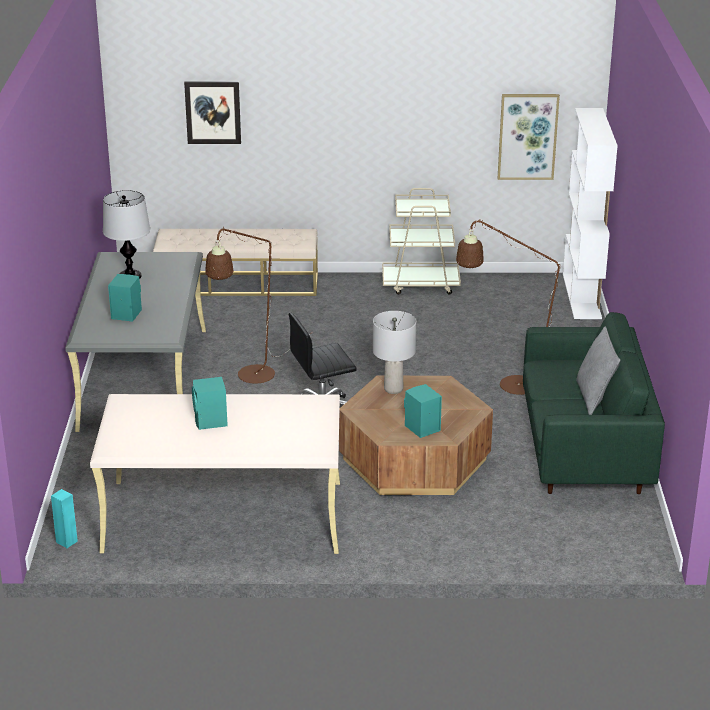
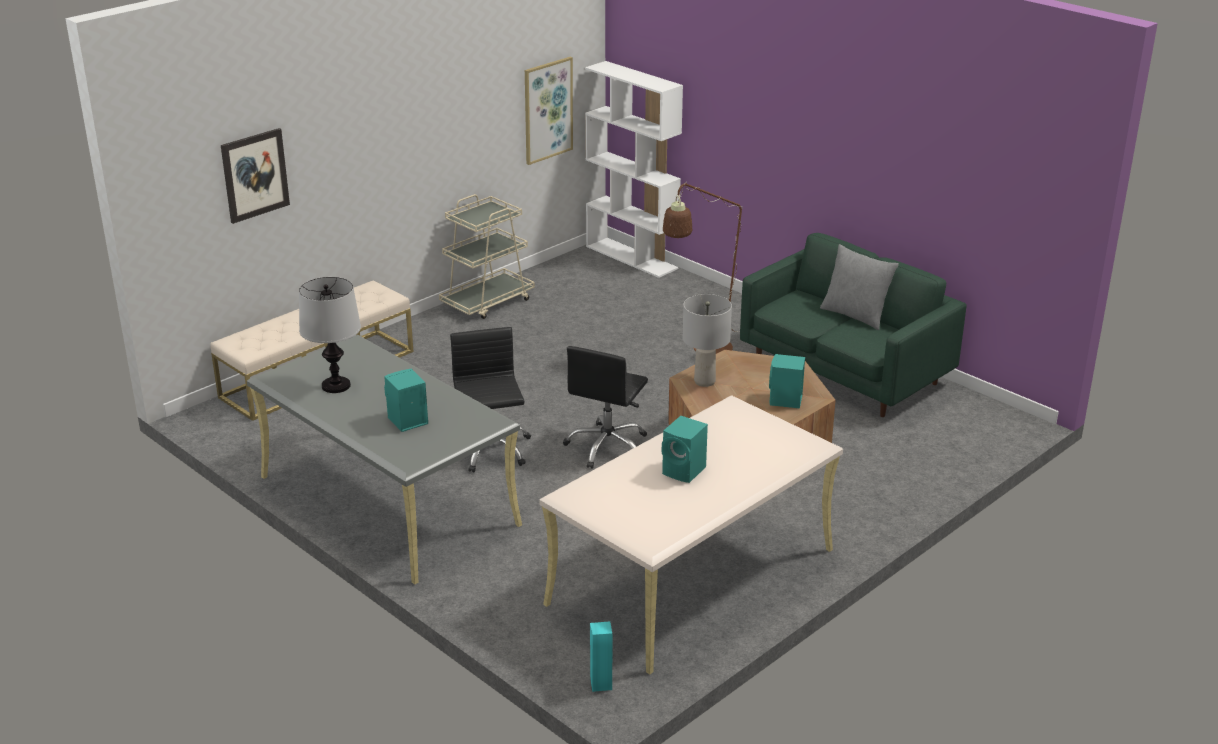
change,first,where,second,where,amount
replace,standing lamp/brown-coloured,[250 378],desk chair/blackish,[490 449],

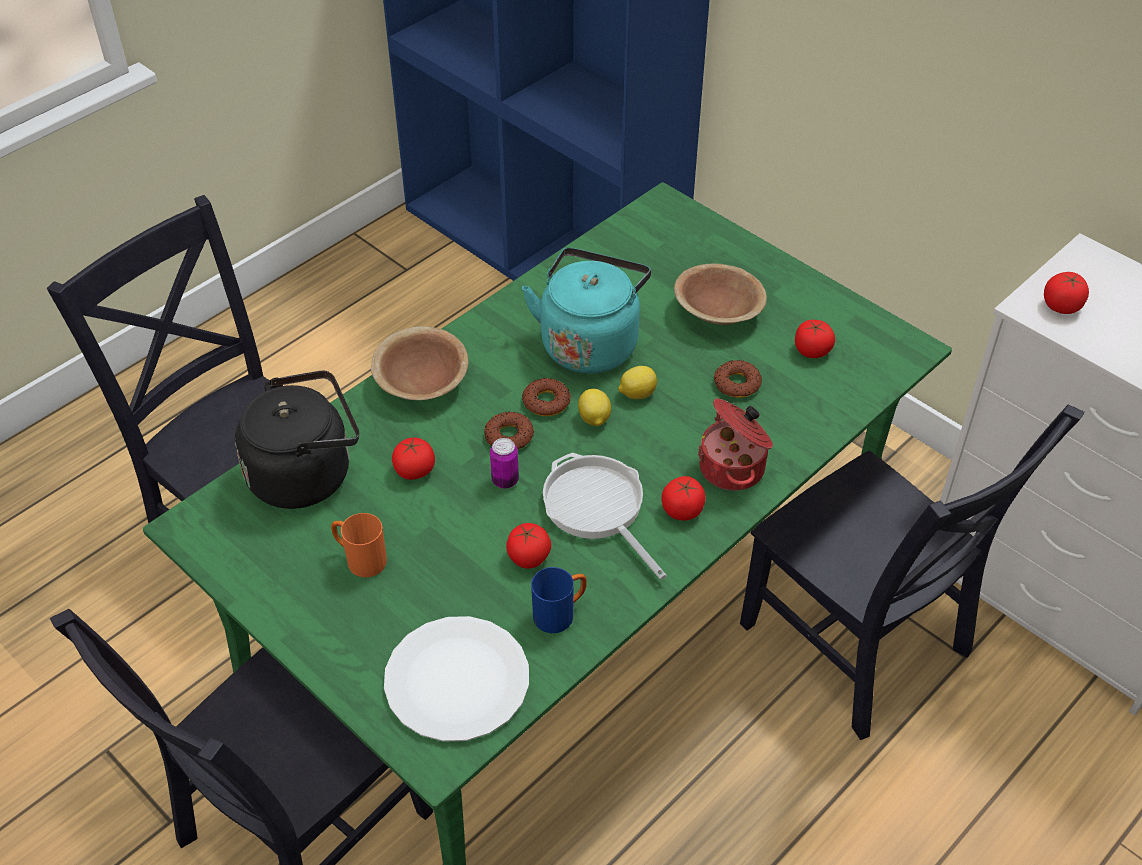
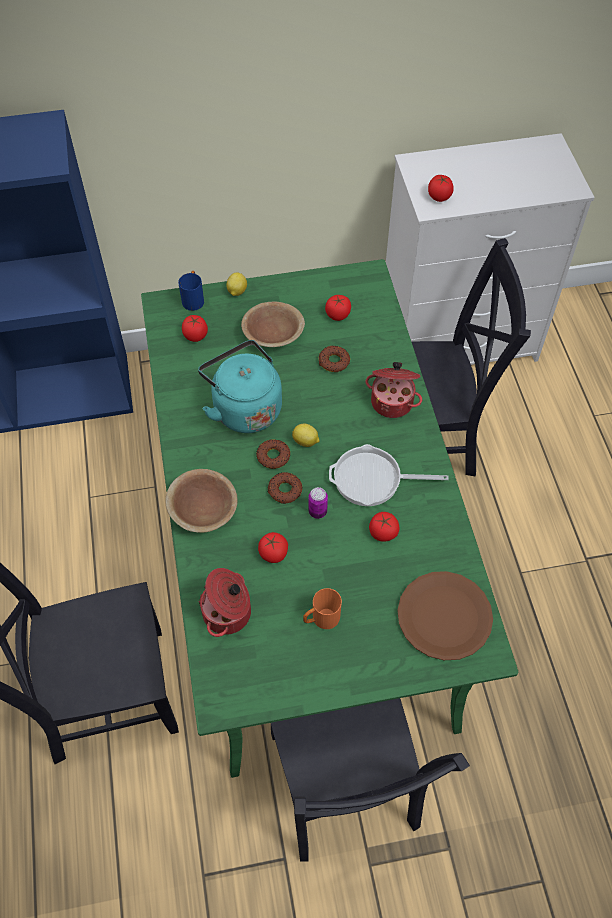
change,first,where,second,where,amount
replace,kettle/blackish,[306 473],cooking pot,[228 613],
recolor,plate/white-coloured,[457 680],plate/brown-coloured,[444 616],
move,mug/bluish,[560 613],,[193 299],
move,whole lemon,[636 394],,[236 291],
move,tomato,[682 510],,[195 335],

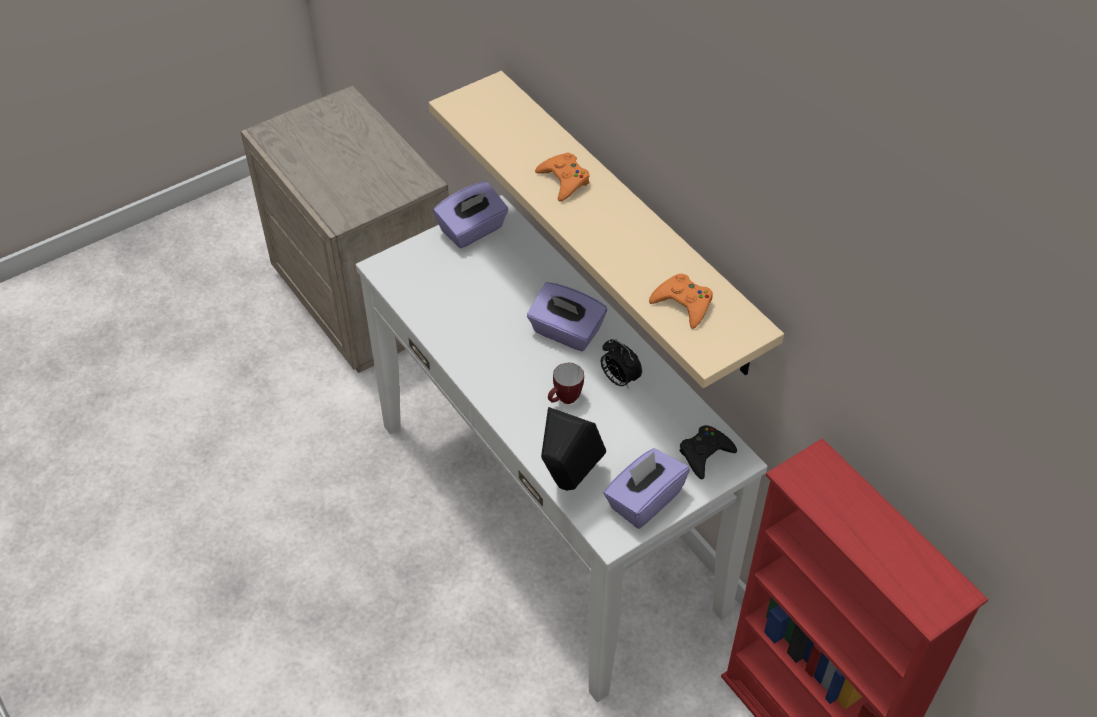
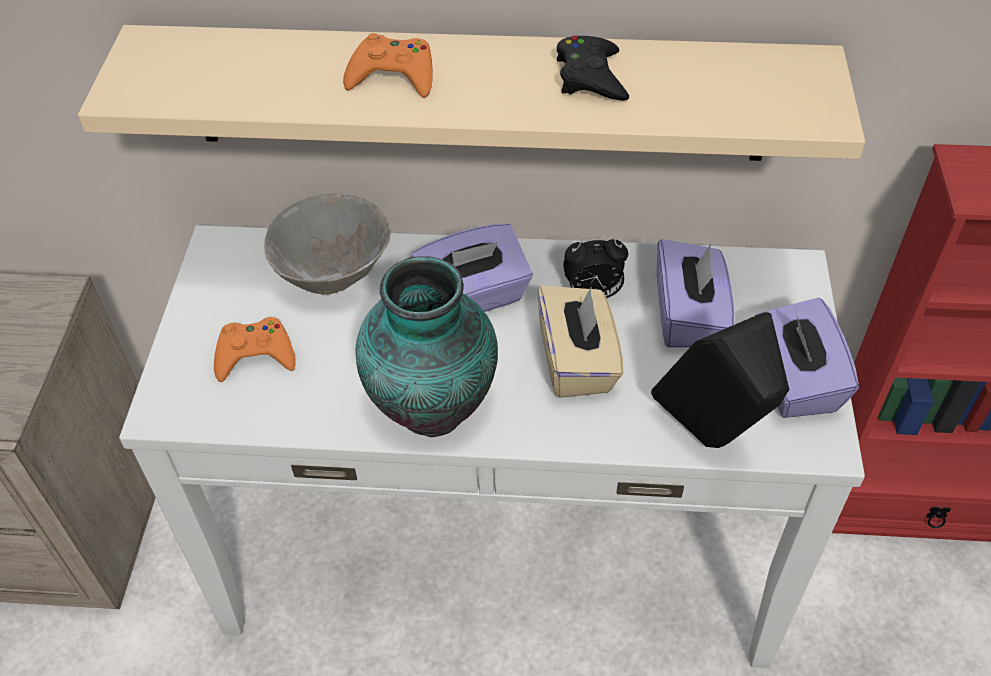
change,first,where,second,where,amount
move,box of tissues/purple-coloured,[472 230],,[689 316],
replace,mug,[564 400],box of tissues/sand-coloured,[577 362],
move,gamepad/orange-coloured,[683 304],,[255 355],
move,gamepad/blackish,[705 454],,[590 77],
insert,,,serving bowl/grey,[335 273],
insert,,,flower vase,[433 403],

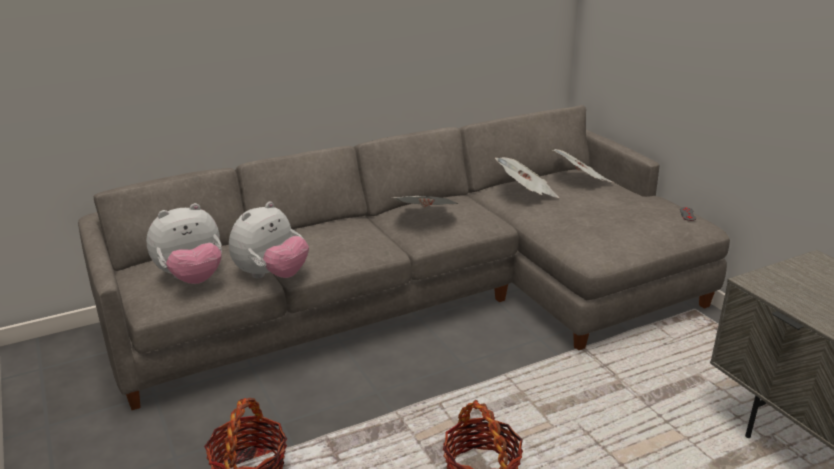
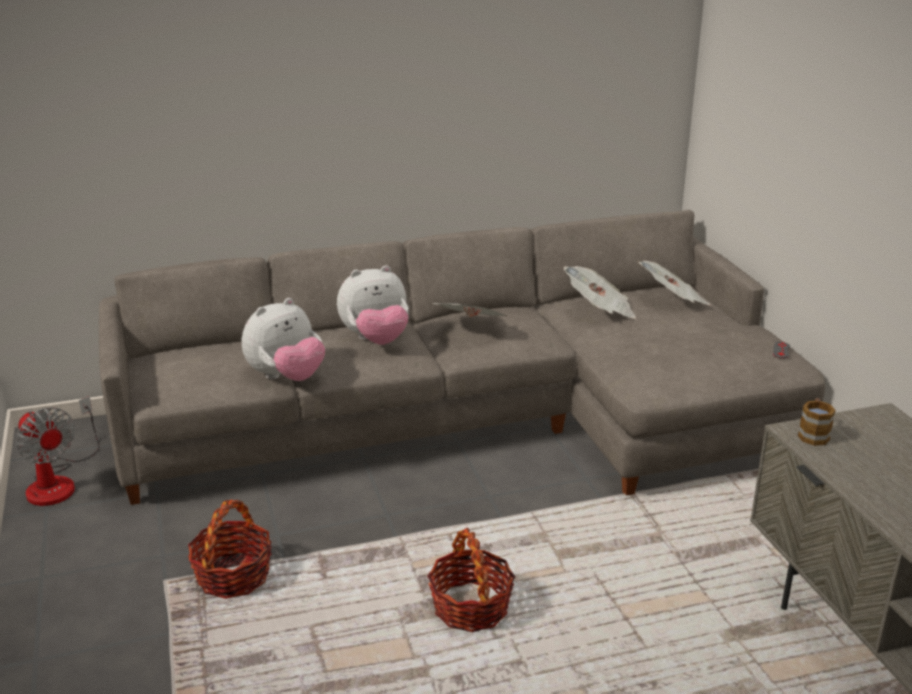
change,first,where,second,where,amount
move,cuddly toy,[192 278],,[376 340],
insert,,,electric fan,[59 482],
insert,,,mug,[813 434],

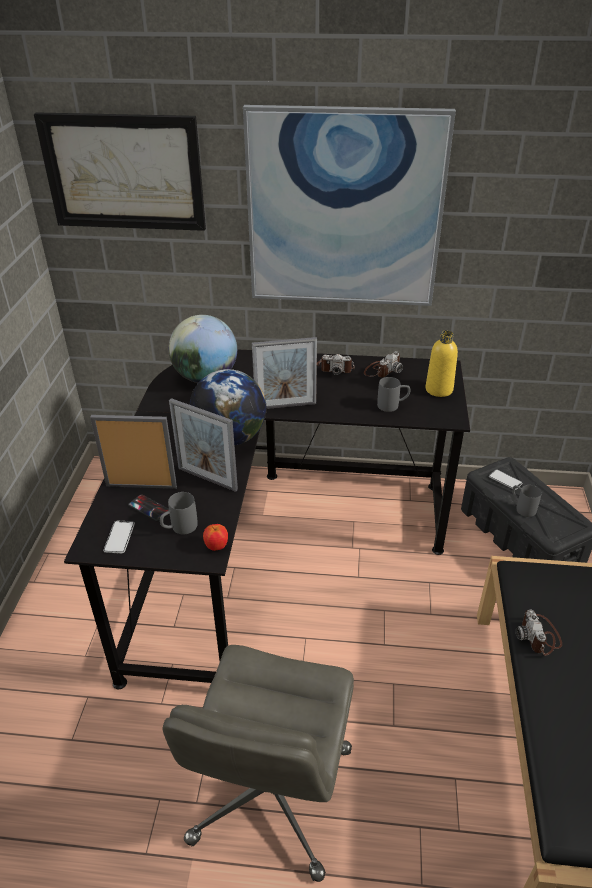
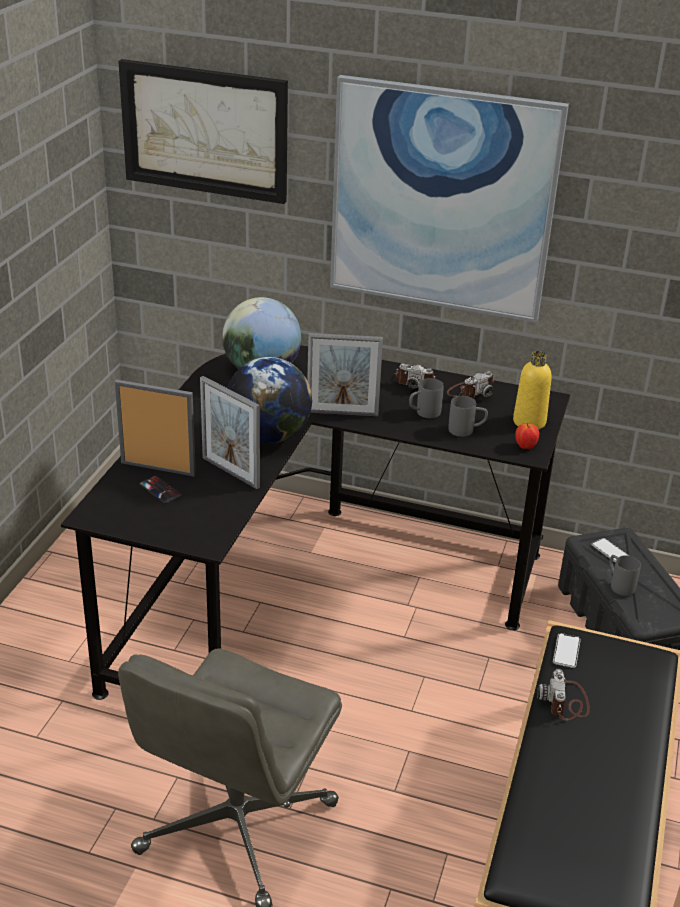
change,first,where,second,where,amount
move,handset,[119 537],,[566 651],
move,mug/grey,[179 528],,[423 413],
move,whole apple,[216 547],,[525 446],

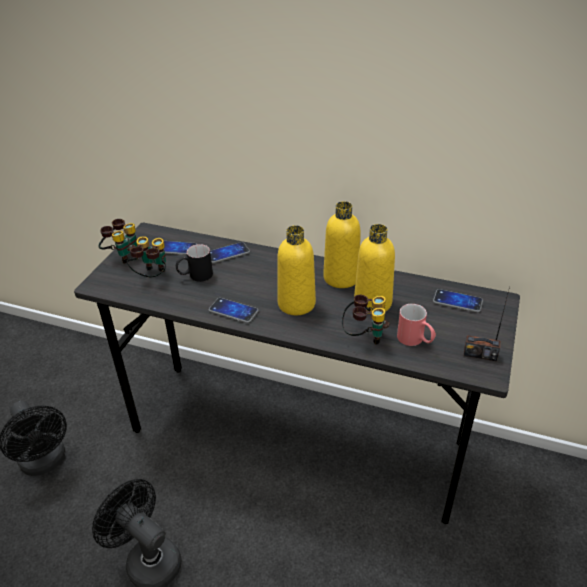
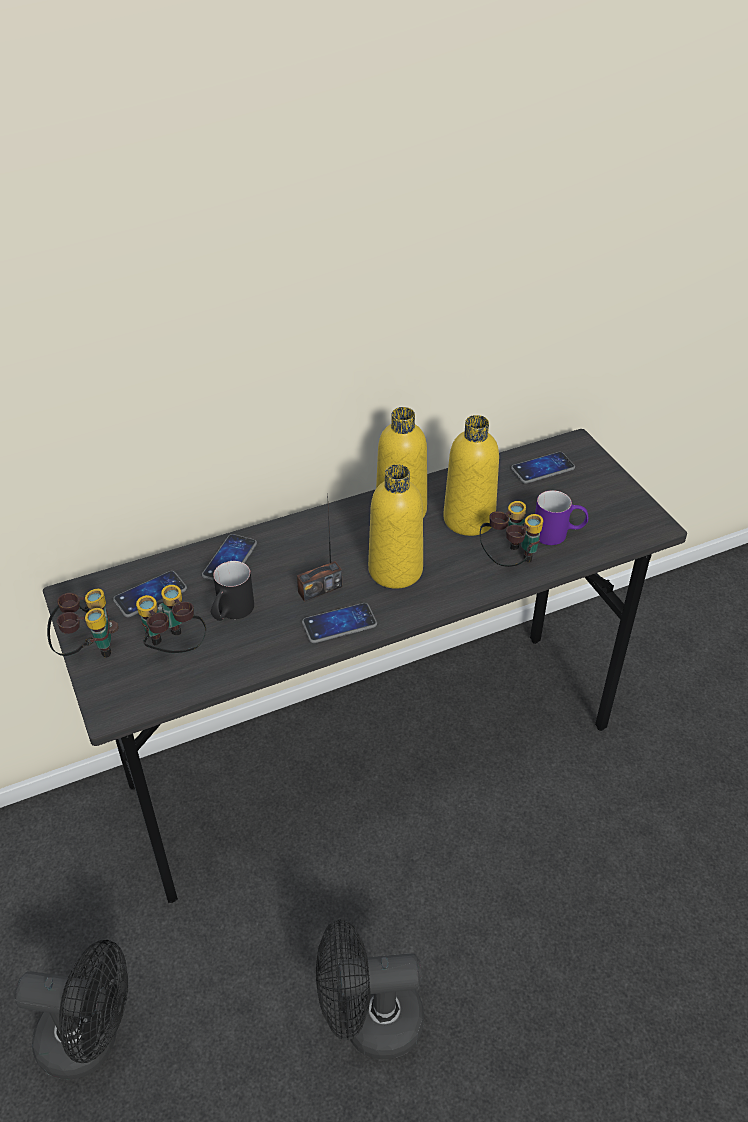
change,first,where,second,where,amount
recolor,mug/red,[415 340],mug/purple-coloured,[558 534],
move,radio set,[480 354],,[320 589],

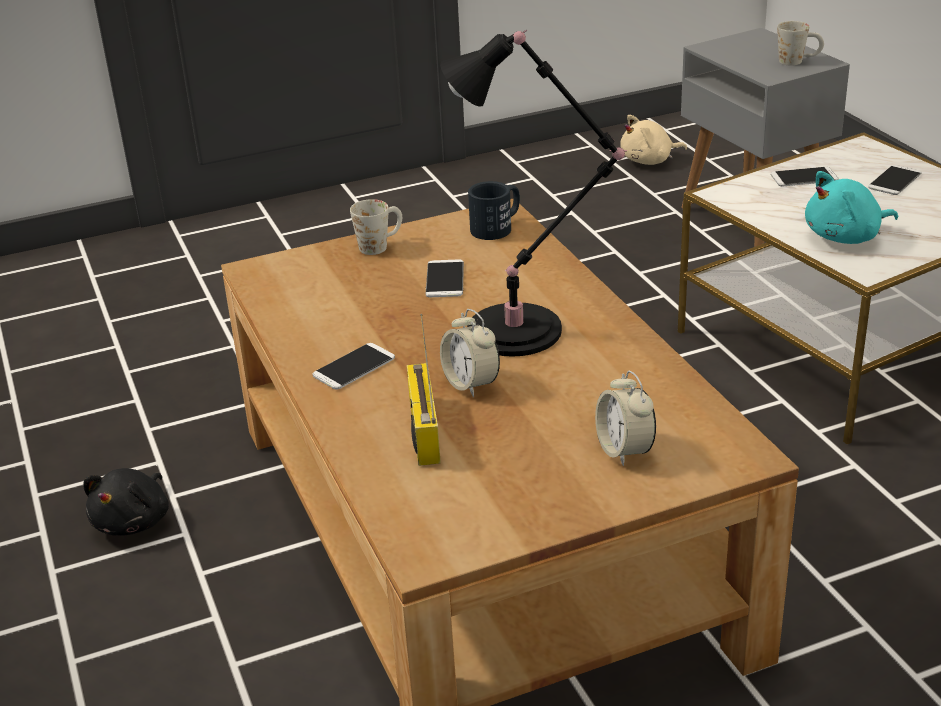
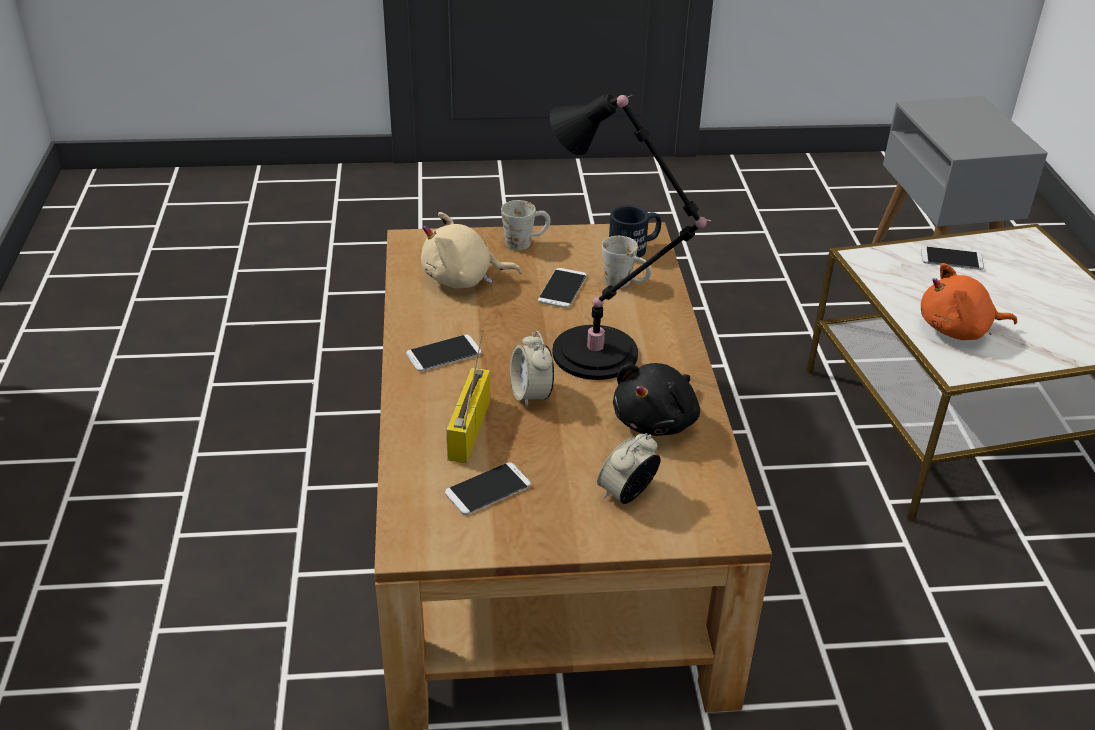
change,first,where,second,where,amount
move,cuddly toy/blackish,[134 521],,[657 421],
rotate,bedside clock,[624 450],,[627 494],45 degrees clockwise
move,cuddly toy/sand-coloured,[649 161],,[463 279],
move,mug/white-coloured,[798 61],,[625 283],
recolor,cuddly toy/turquoise,[846 237],cuddly toy/orange-coloured,[958 330],
move,handset,[894 181],,[488 489],

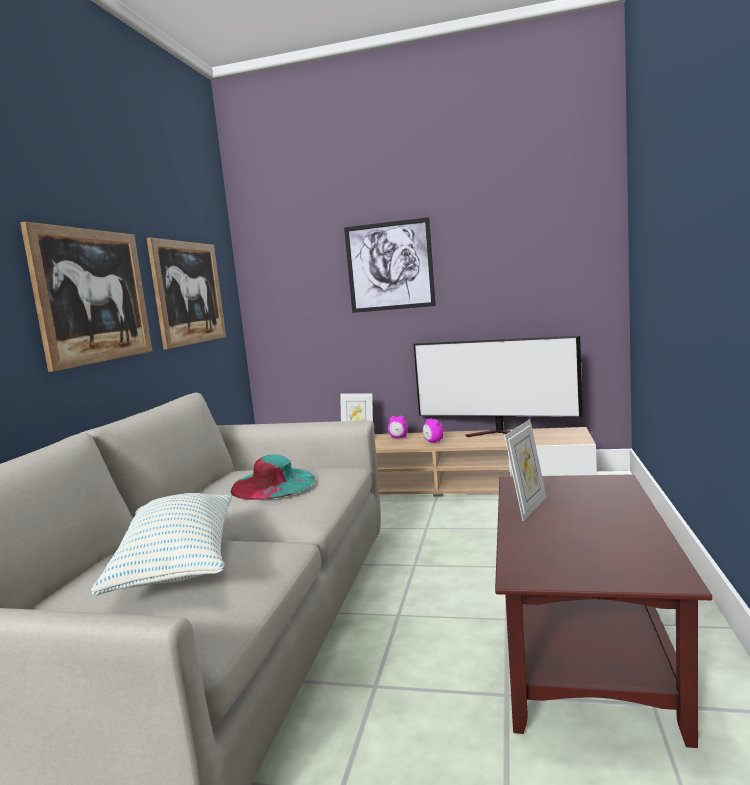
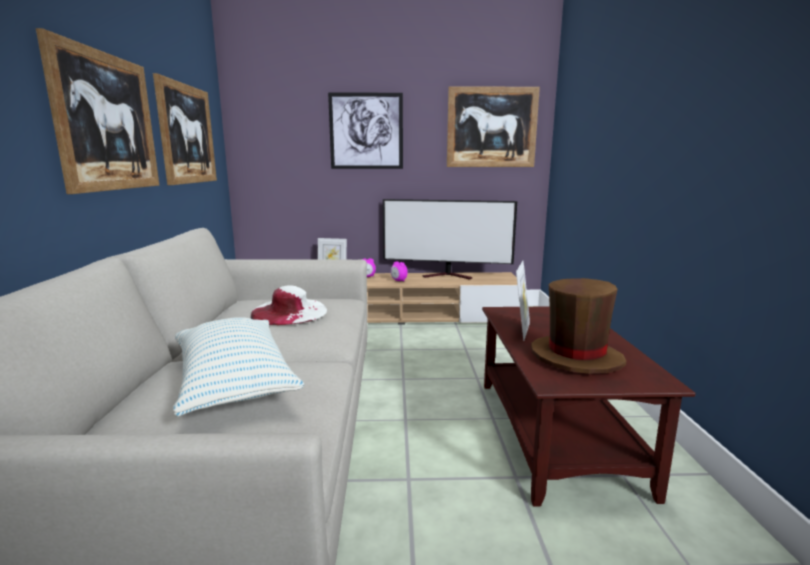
change,first,where,second,where,amount
recolor,wearable hat/turquoise,[273 484],wearable hat/white-coloured,[289 312],
insert,,,wall picture,[491 127],
insert,,,wearable hat/brown-coloured,[576 357],

